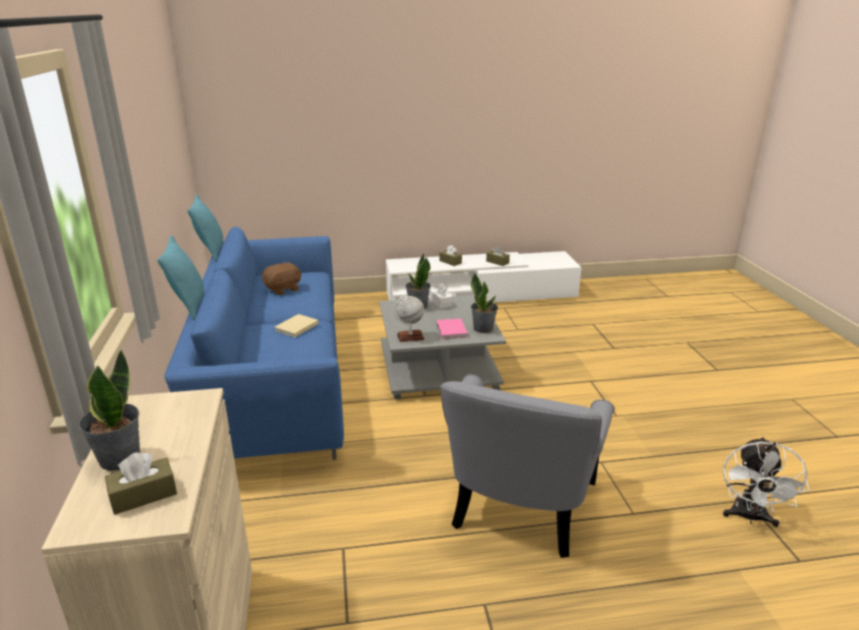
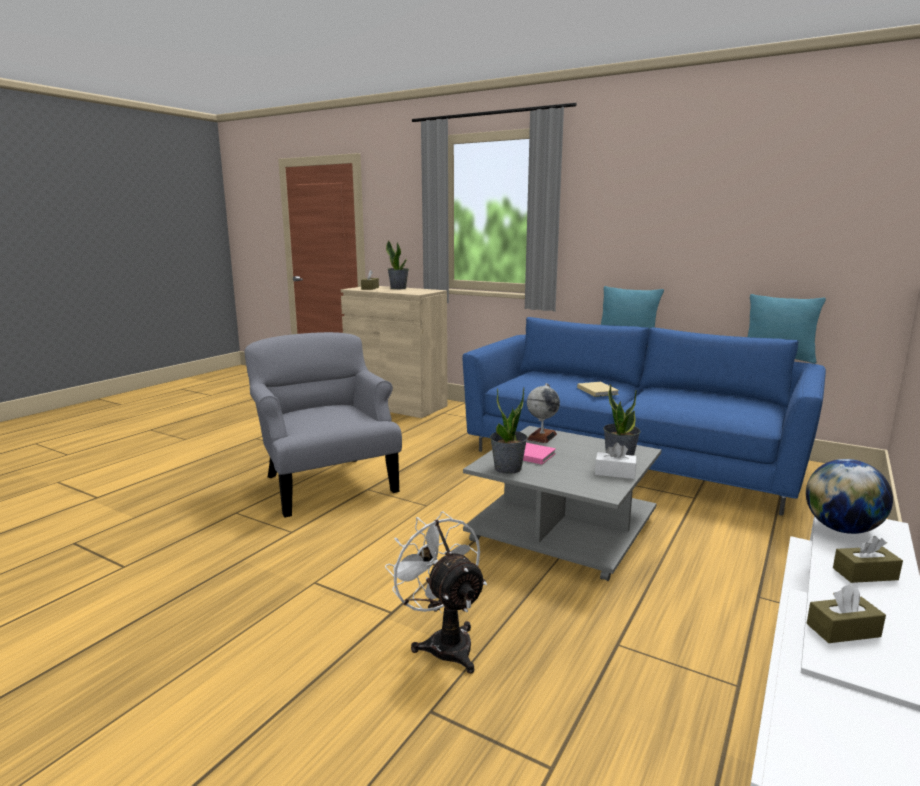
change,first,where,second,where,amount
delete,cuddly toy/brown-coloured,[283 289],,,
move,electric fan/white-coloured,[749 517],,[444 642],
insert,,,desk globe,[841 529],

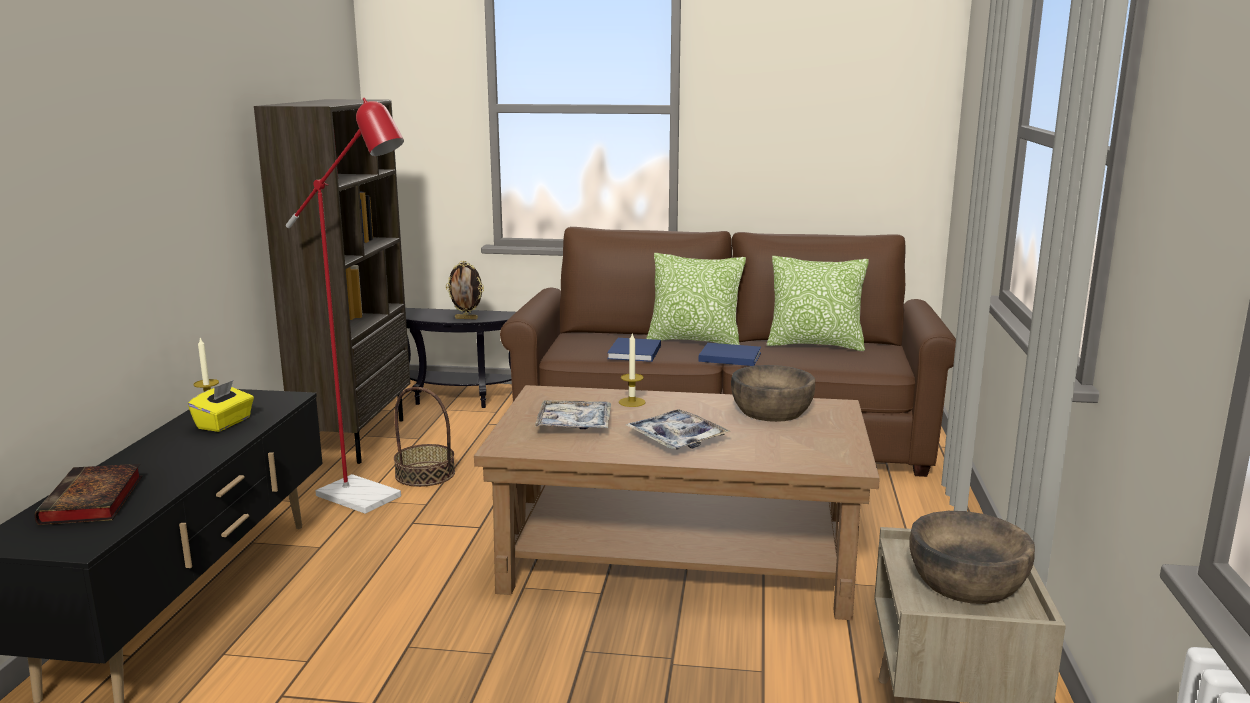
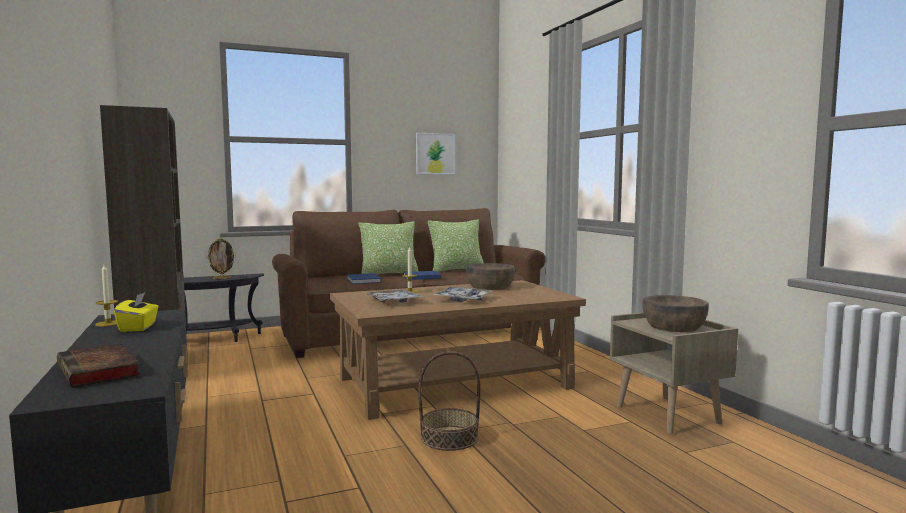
change,first,where,second,where,amount
delete,standing lamp/red,[369 499],,,
move,household basket,[425 474],,[449 438],
insert,,,wall picture,[435 153],

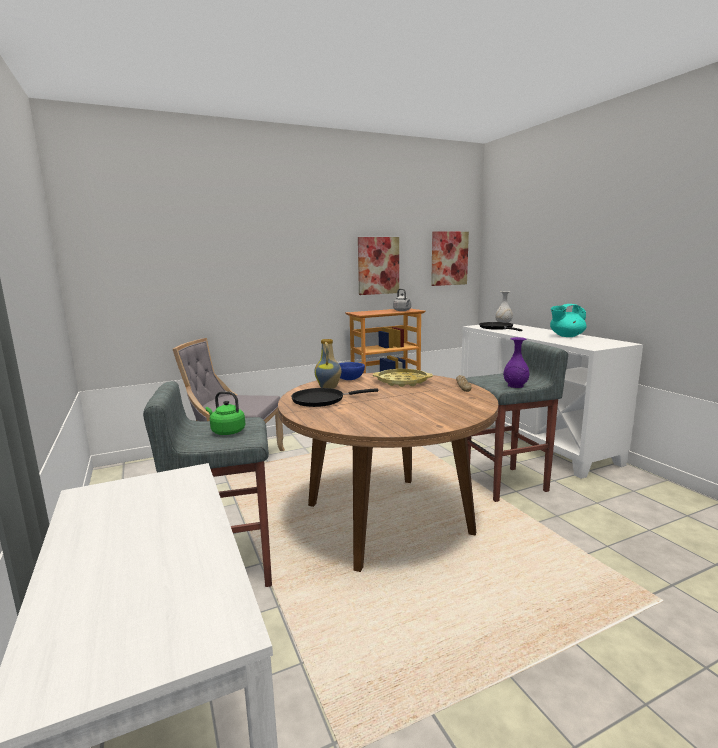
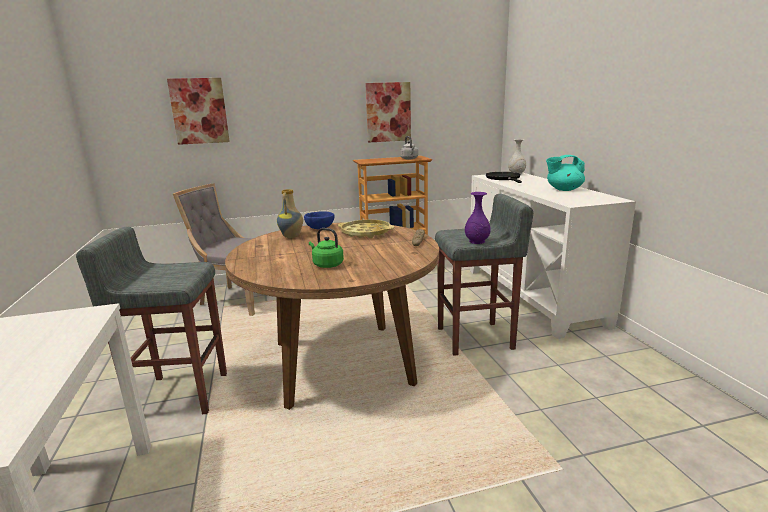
change,first,where,second,where,amount
move,kettle/green-coloured,[226 431],,[326 265],
delete,pan/blackish,[322 400],,,
move,wall picture,[449 258],,[199 111],

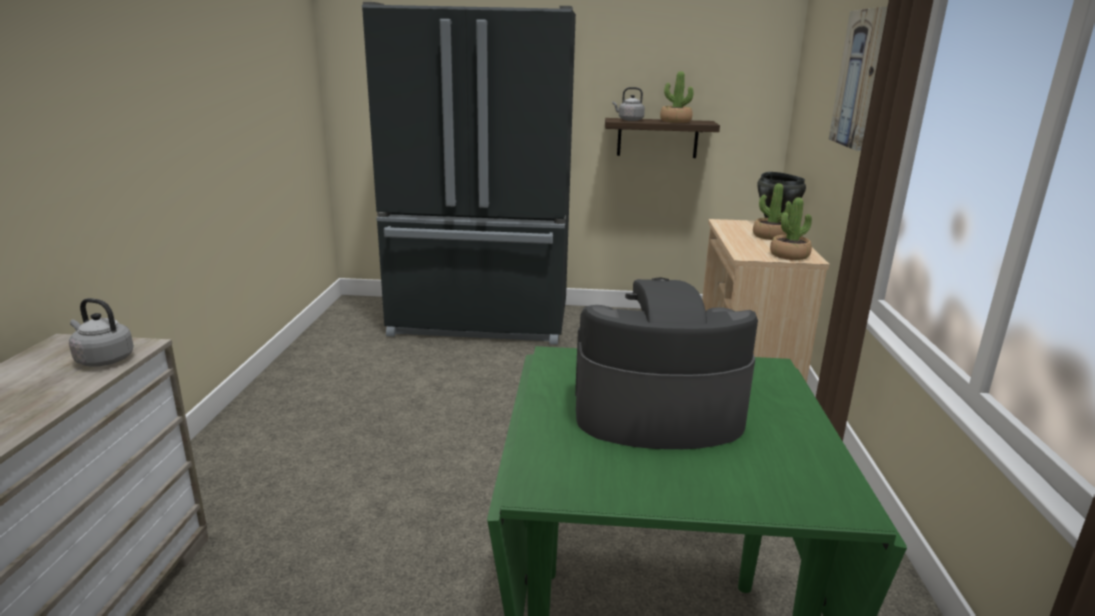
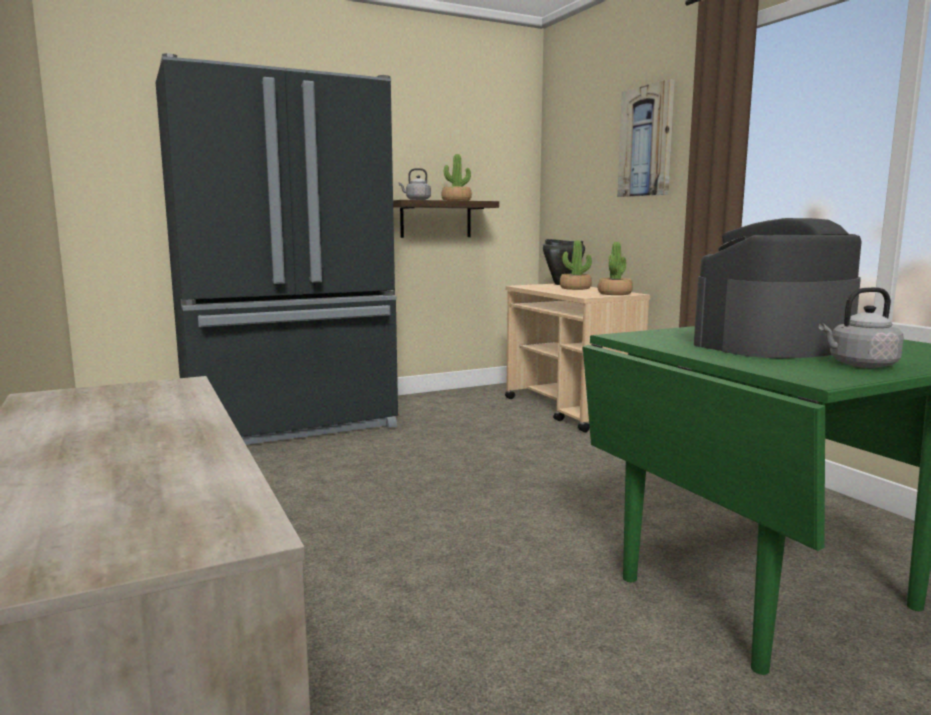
change,first,where,second,where,amount
move,kettle/grey,[103 359],,[859 365],

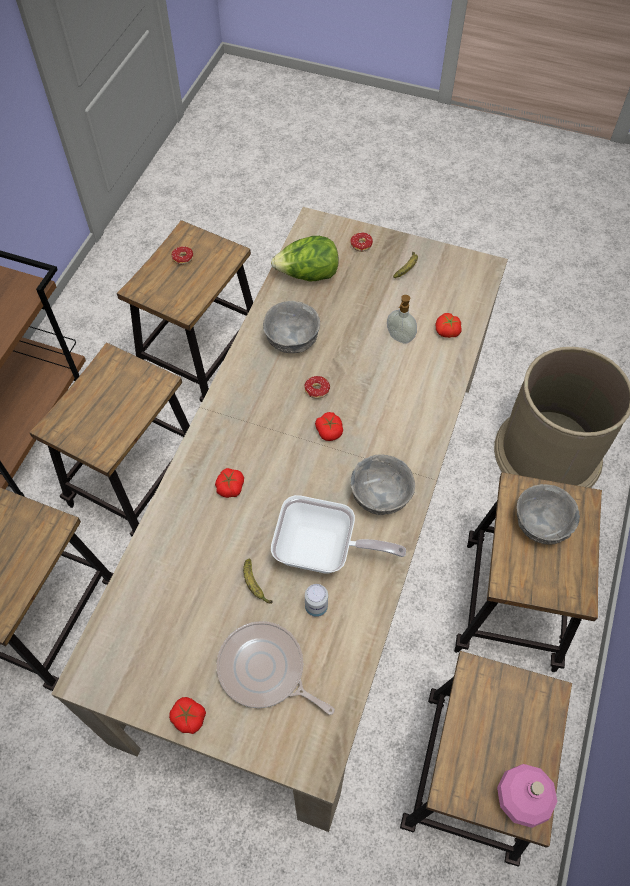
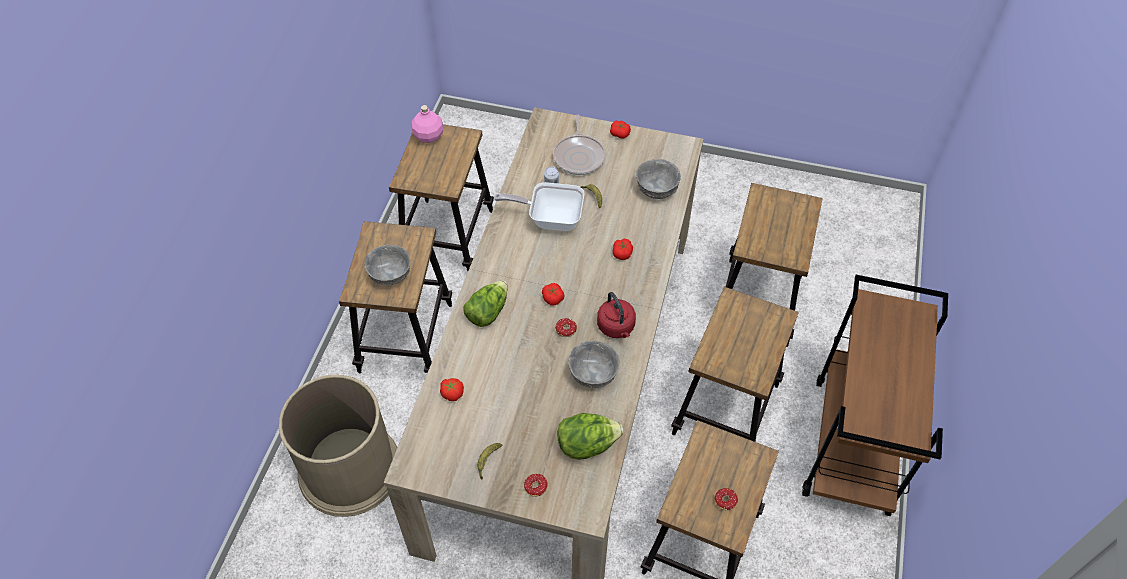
change,first,where,second,where,amount
rotate,pan,[265 670],,[579 156],60 degrees clockwise
move,serving bowl/grey,[379 496],,[657 189],
delete,soap bottle,[399 338],,,
insert,,,lettuce,[487 311],
insert,,,kettle/red,[616 327],

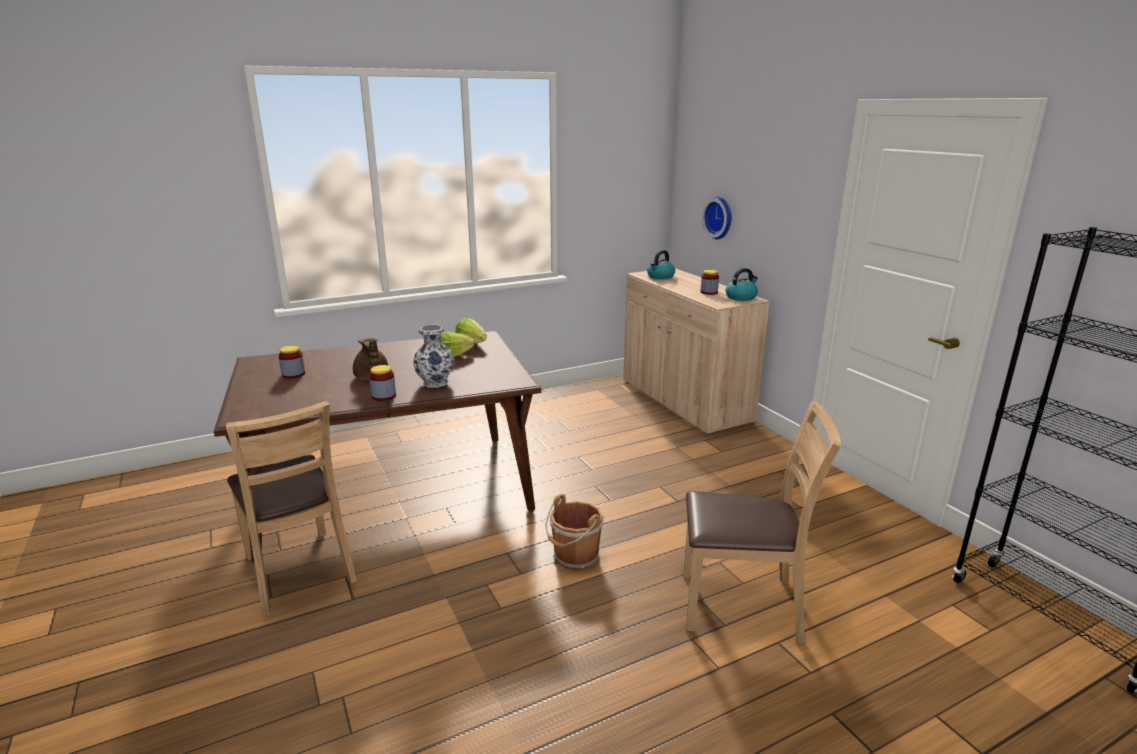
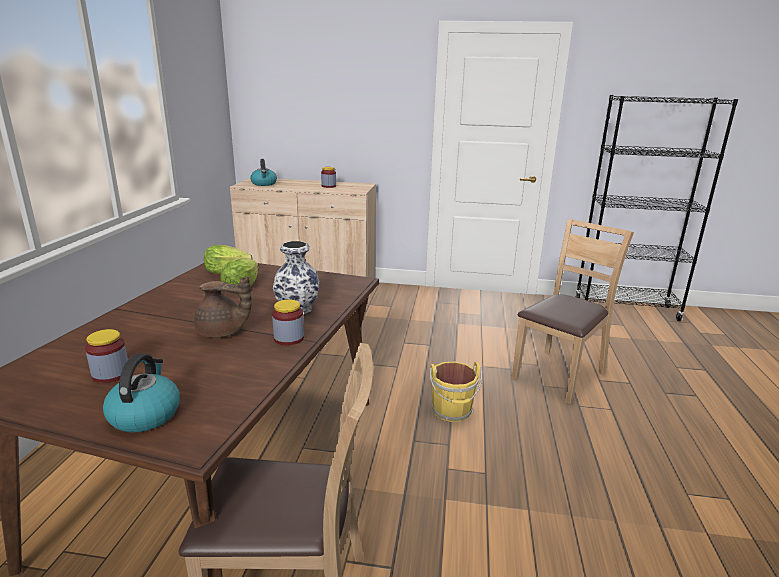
change,first,where,second,where,amount
recolor,pail/brown-coloured,[574 557],pail/yellowish,[452 411],
delete,clock on the wall,[720 217],,,
move,kettle,[741 297],,[145 414],

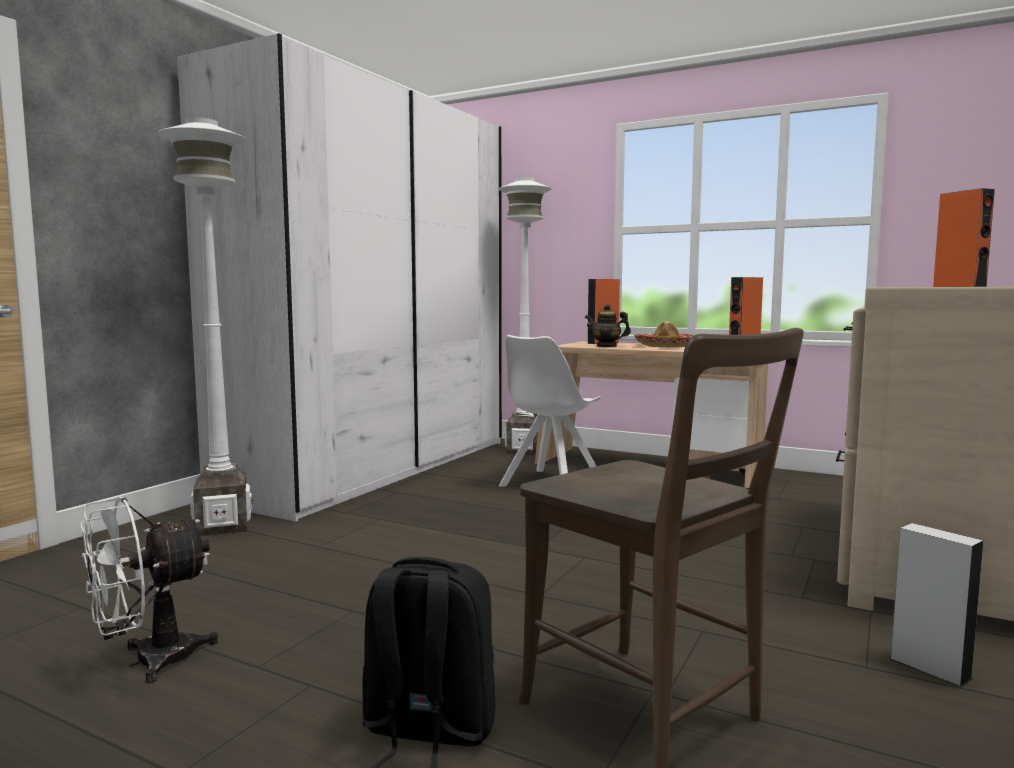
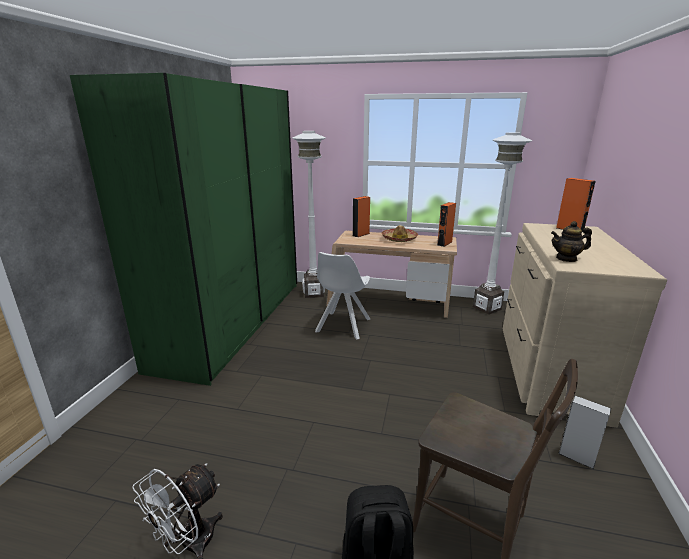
change,first,where,second,where,amount
move,standing lamp/white-coloured,[223 526],,[487 308],
recolor,clothes cupboard/white-coloured,[376 468],clothes cupboard/green-coloured,[233 321],
move,pot for tea,[606 346],,[566 258],

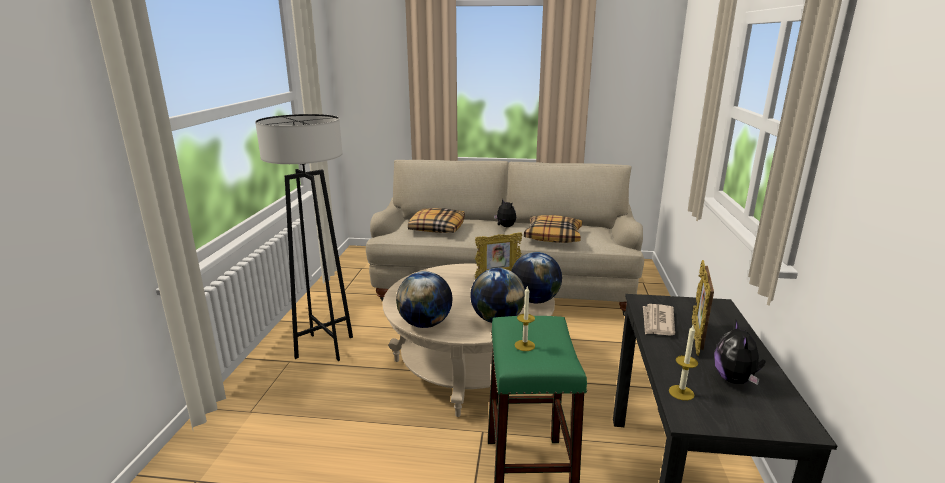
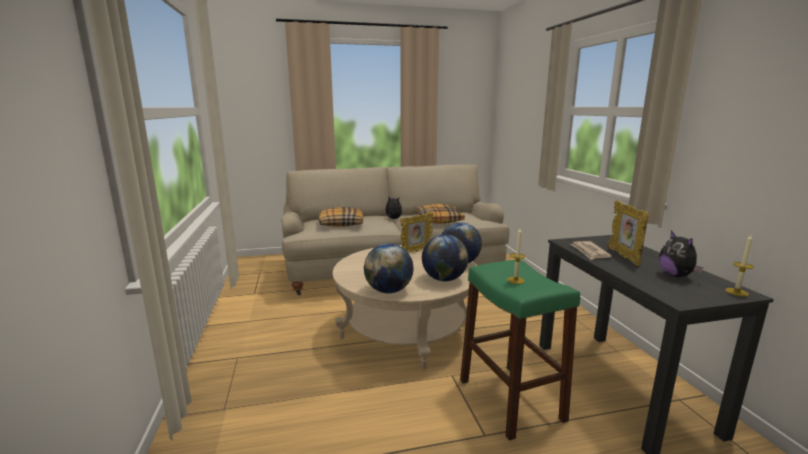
change,first,where,second,where,amount
delete,standing lamp/grey,[324 347],,,
move,candle,[681 392],,[736 292],

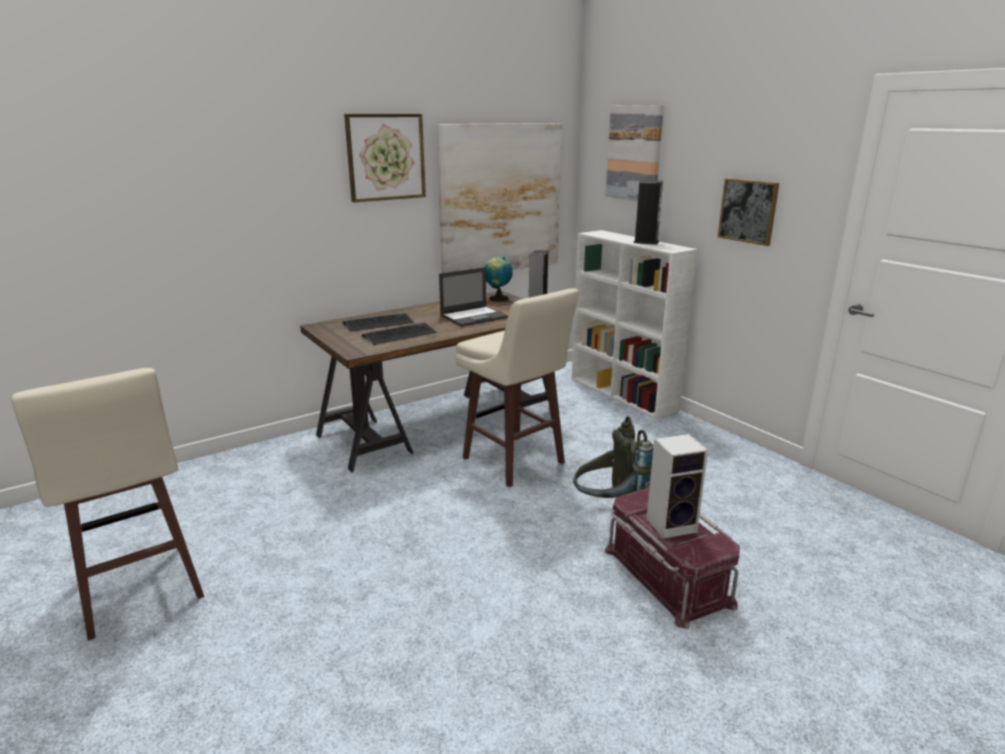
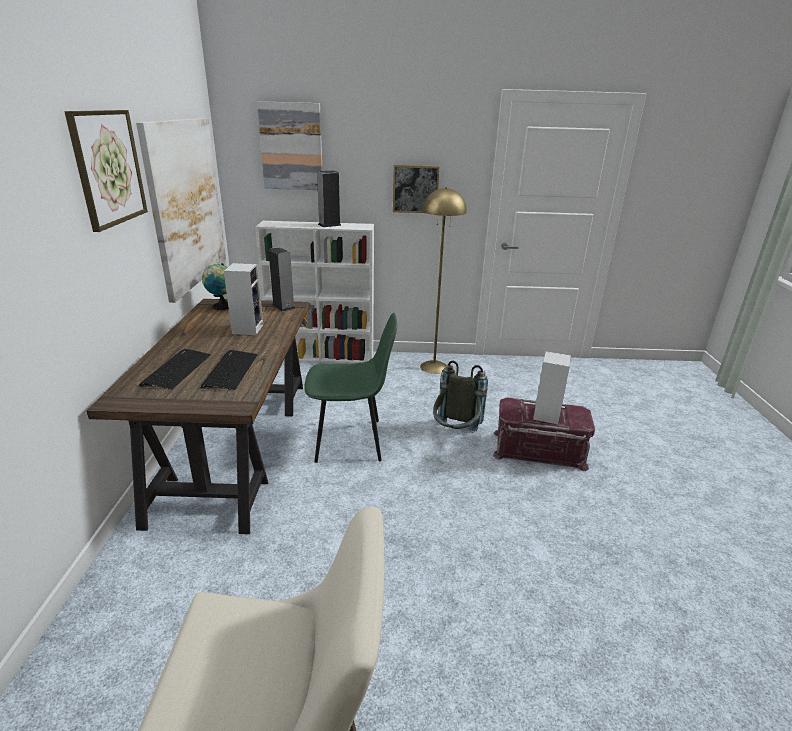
change,first,where,second,where,amount
replace,notebook computer,[474 316],audio speaker,[247 329],
replace,stool seat/sand-coloured,[514 462],plain chair/green-coloured,[351 440],
insert,,,standing lamp/yellowish,[434 367],

